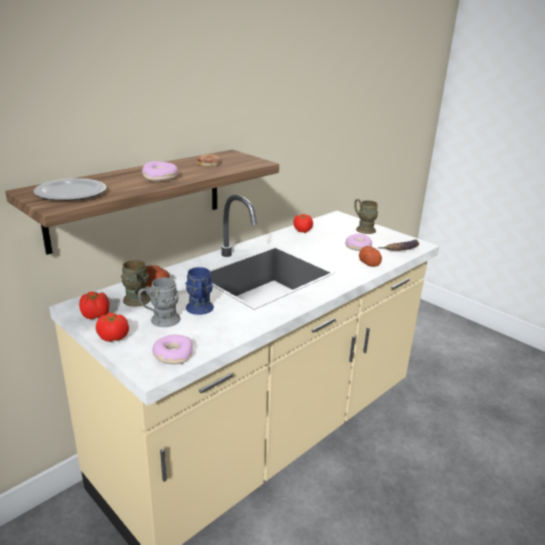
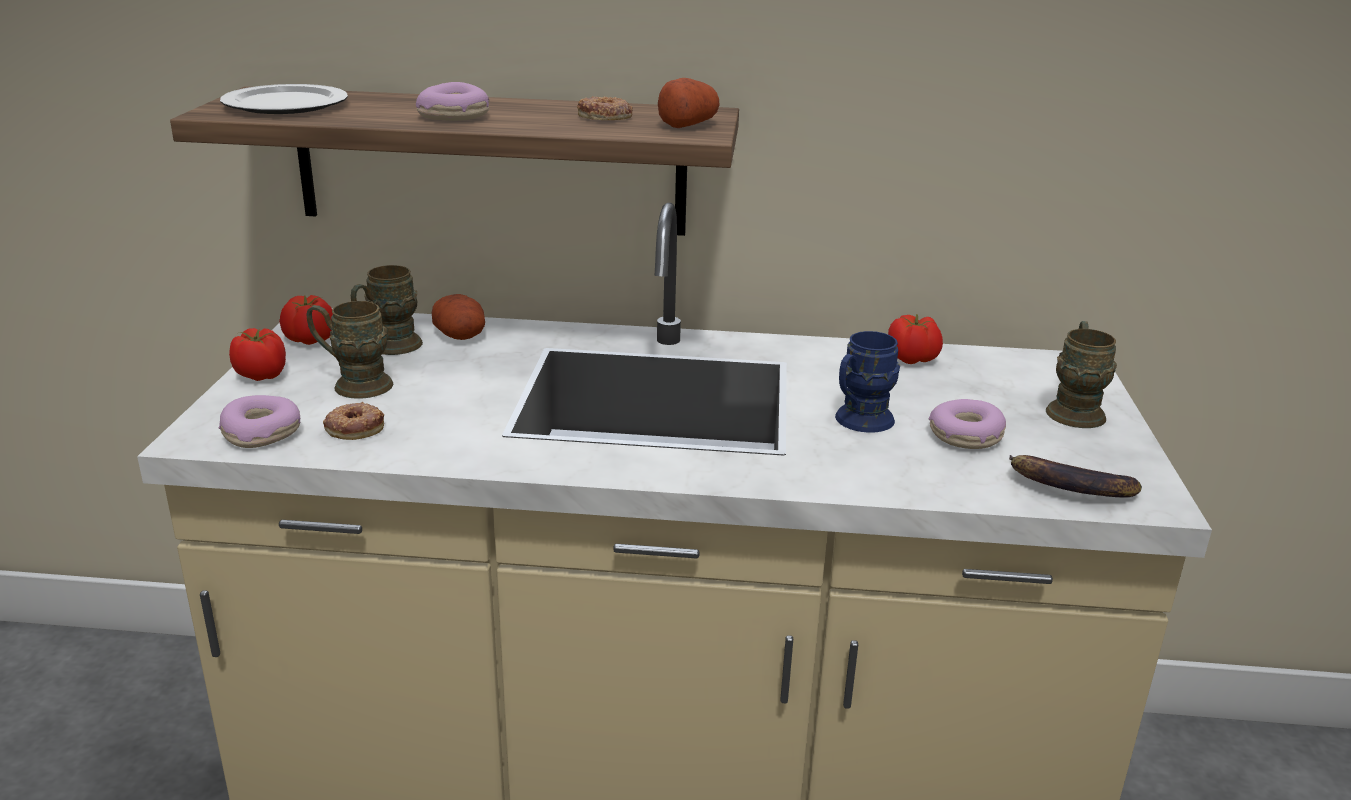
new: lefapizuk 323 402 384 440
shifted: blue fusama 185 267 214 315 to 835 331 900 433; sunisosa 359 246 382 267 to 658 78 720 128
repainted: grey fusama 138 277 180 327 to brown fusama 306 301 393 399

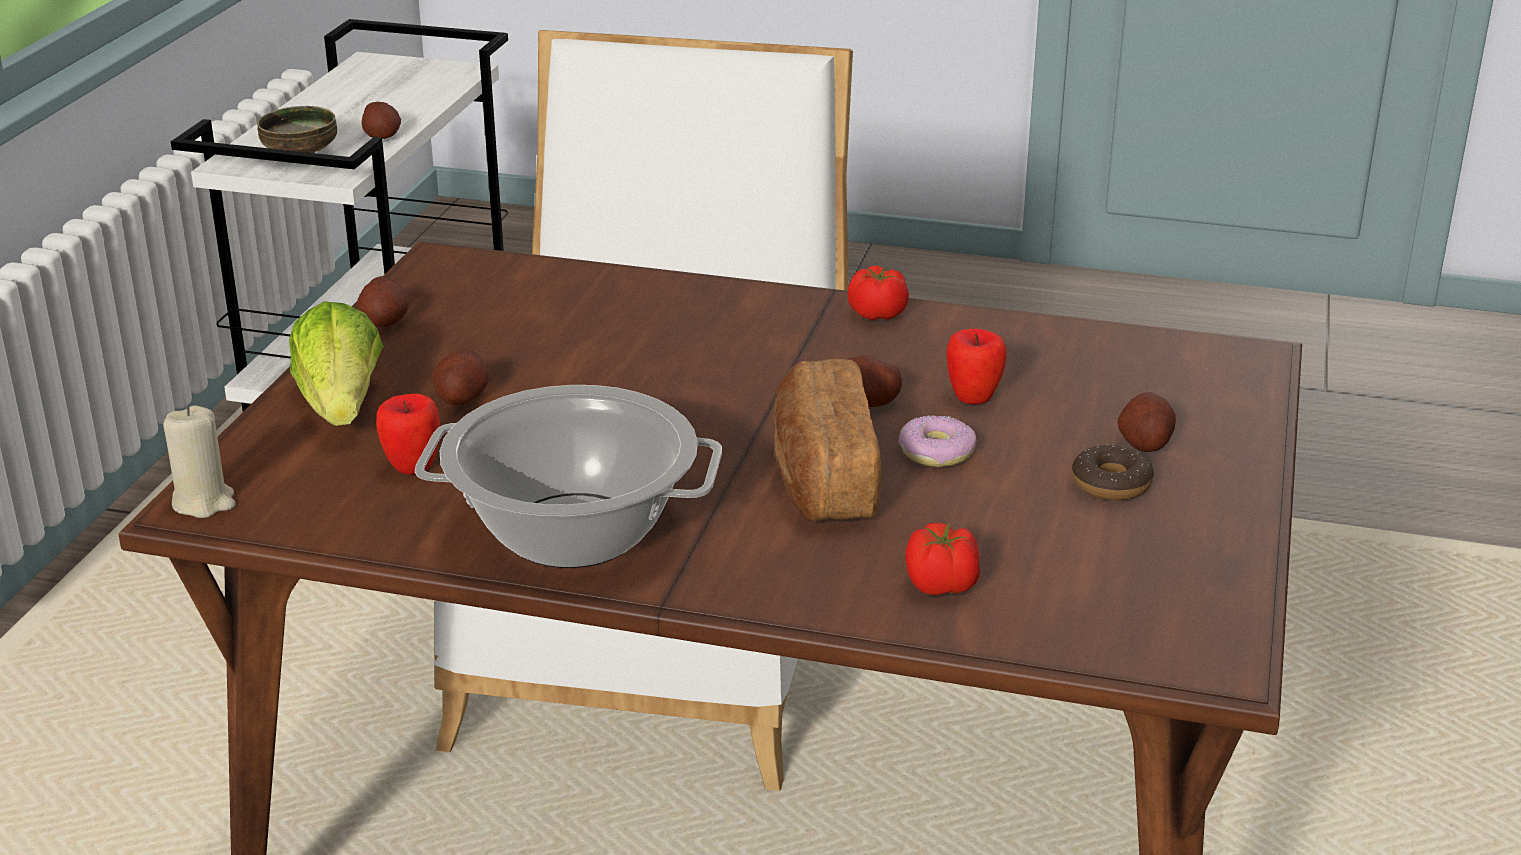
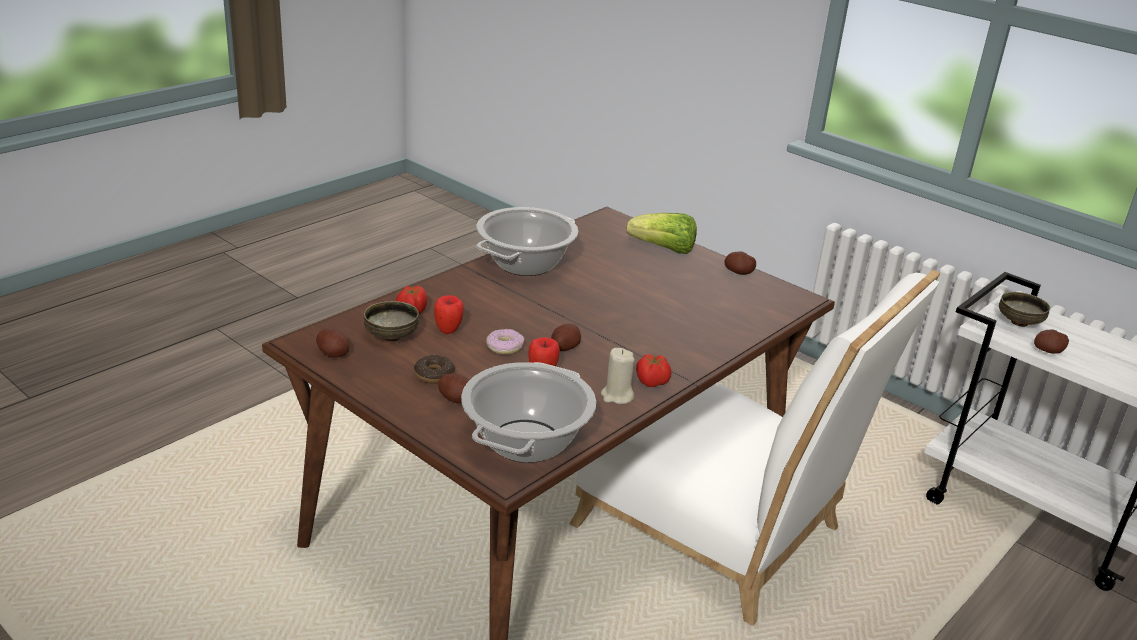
gone: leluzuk 774 359 881 521
new: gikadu 364 301 419 341; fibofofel 461 362 596 463
shifted: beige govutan 163 405 236 518 to 601 348 635 404; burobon 376 394 440 475 to 434 295 464 334; sunisosa 432 349 489 406 to 316 329 349 358

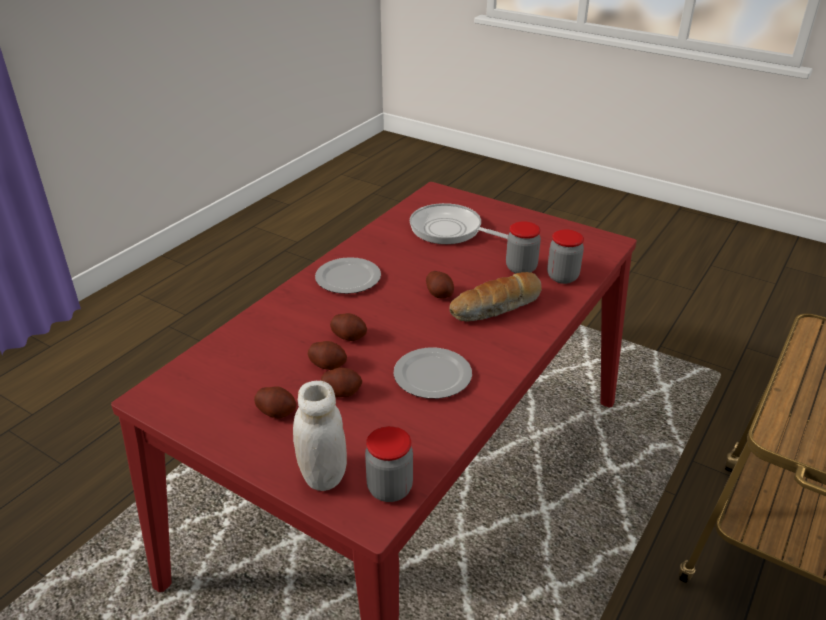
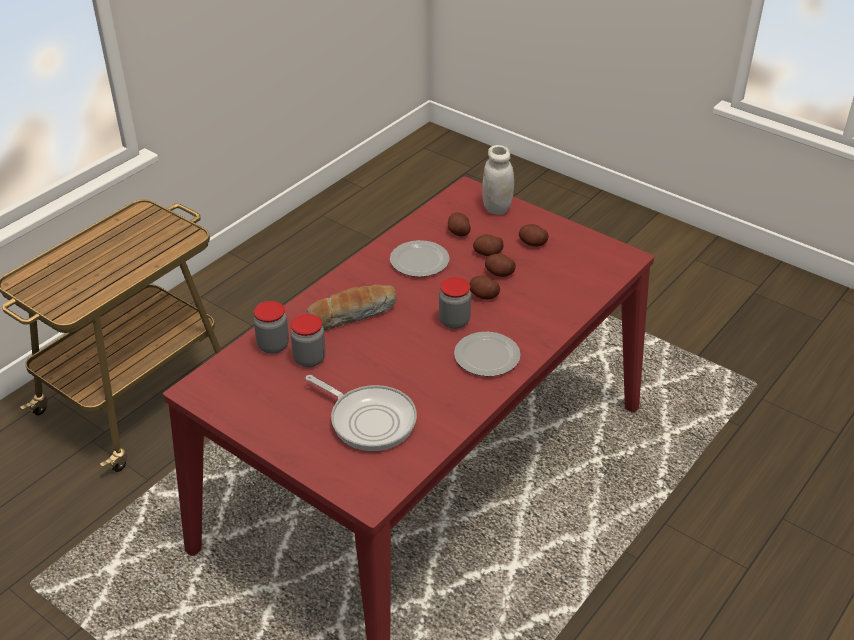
shifted: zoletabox 365 426 413 502 to 439 277 471 329; sunisosa 426 271 454 298 to 448 212 471 237

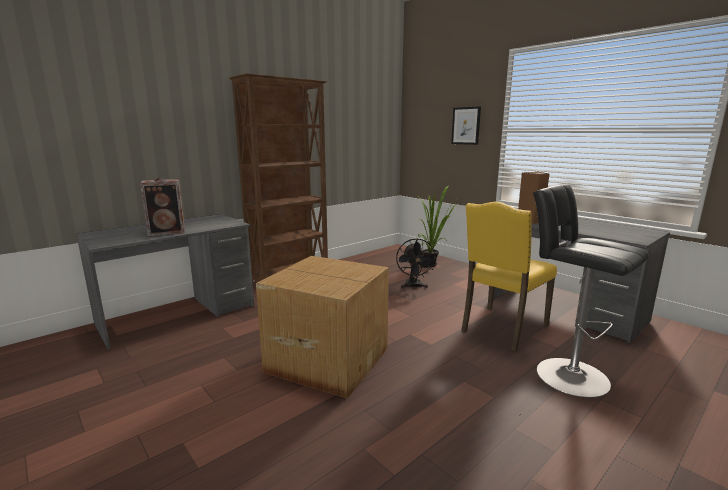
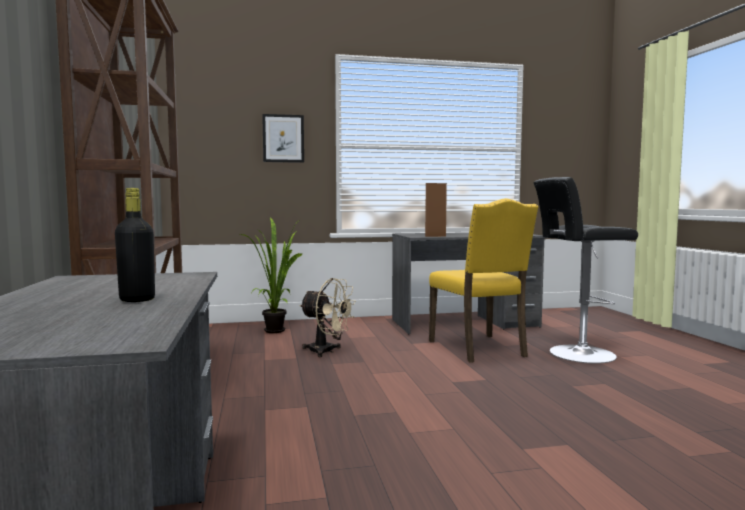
gone: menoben 256 256 389 399
swapped: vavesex 140 178 185 236 to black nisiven 115 188 155 302
repainted: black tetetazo 396 238 437 289 to beige tetetazo 299 278 356 357

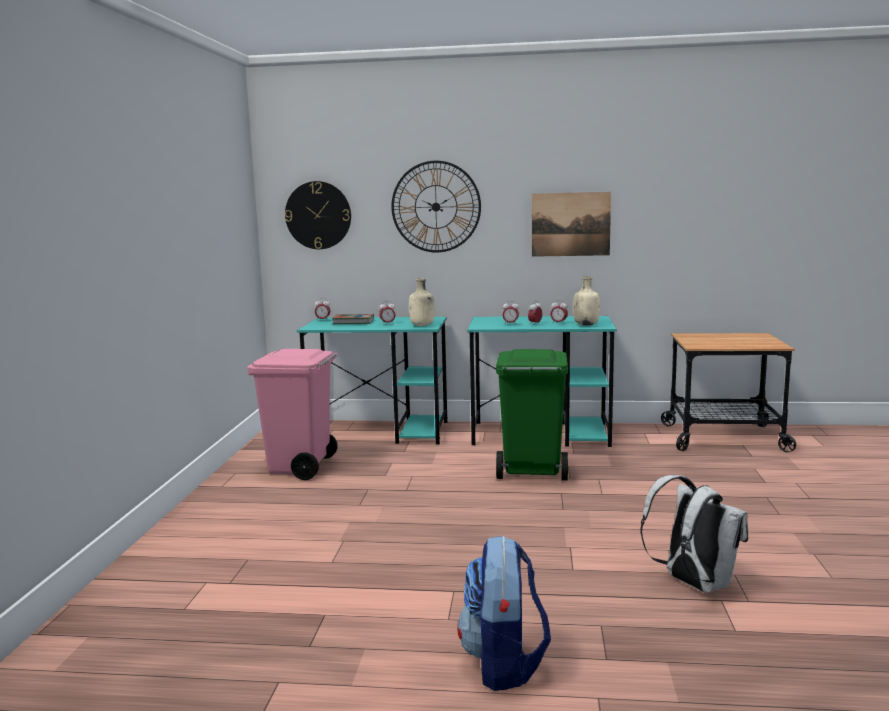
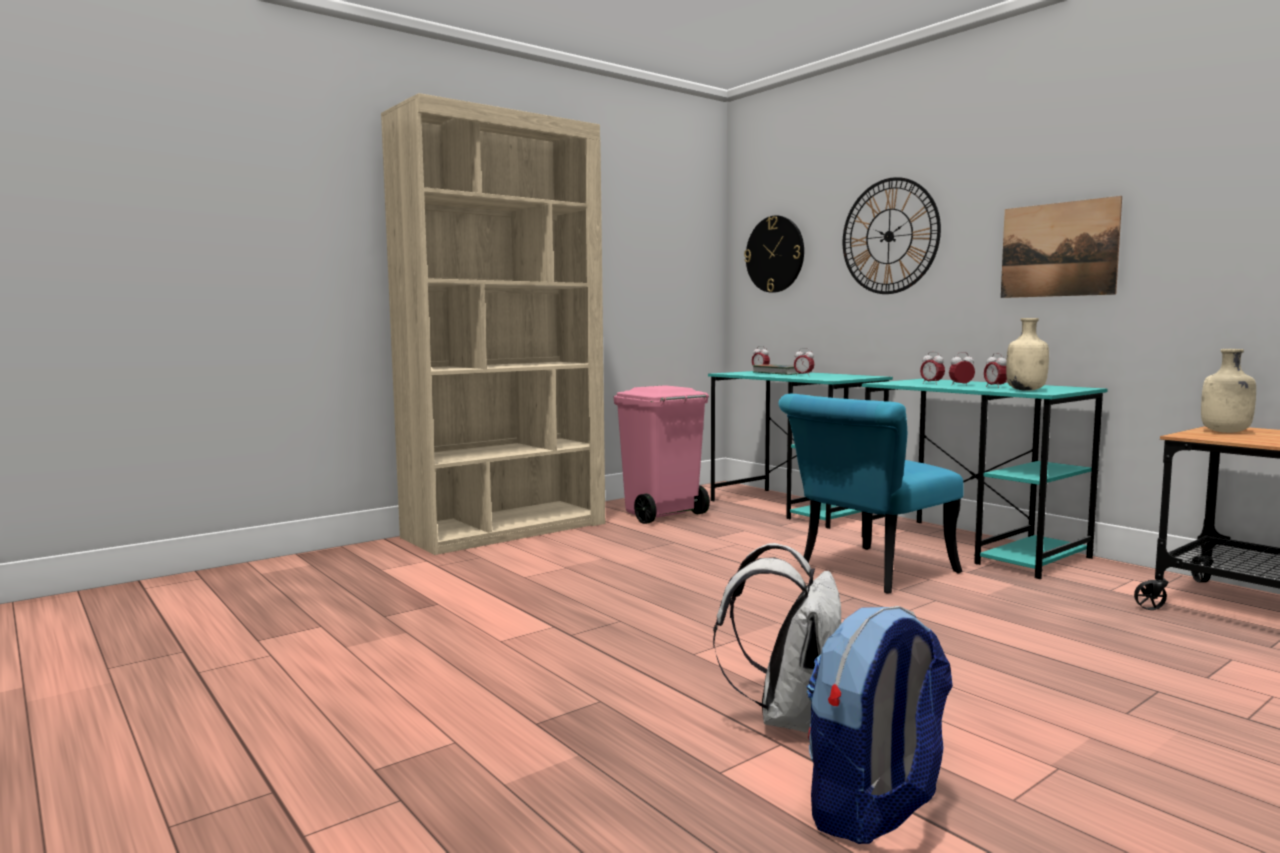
new: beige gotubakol 381 93 605 555
shifted: beige nisiven 409 278 434 326 to 1201 349 1256 433; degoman 457 536 551 691 to 807 606 953 844
swapped: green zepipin 496 349 568 481 to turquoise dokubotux 779 394 964 594

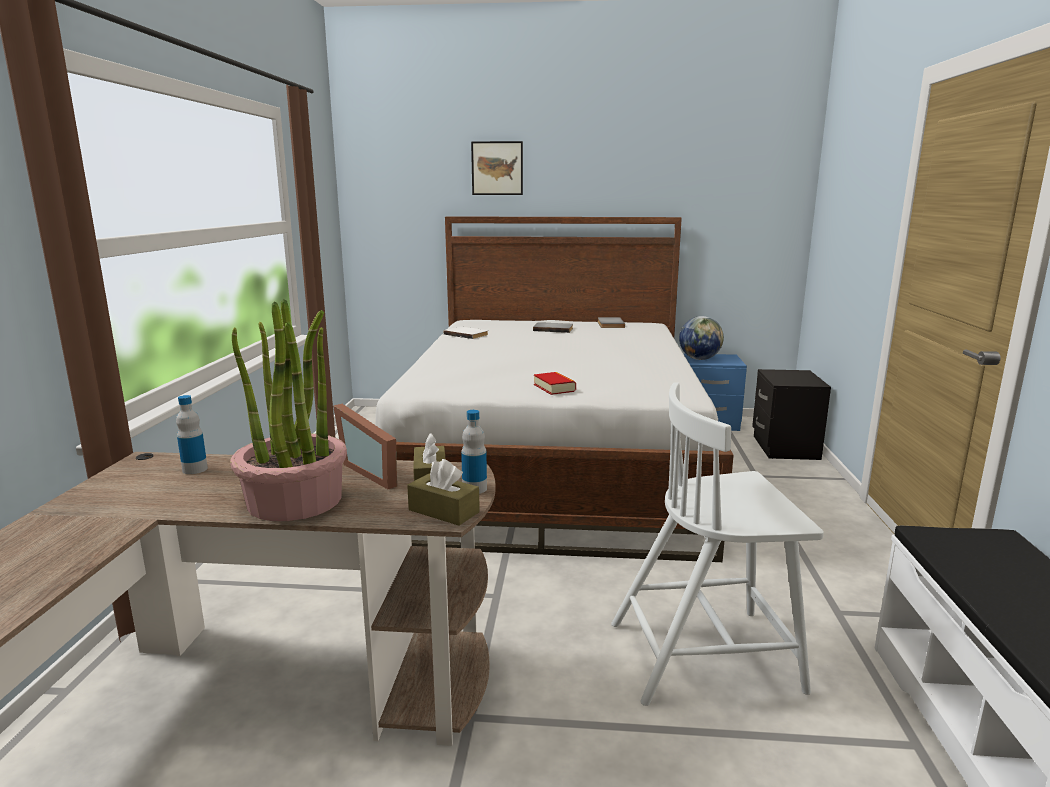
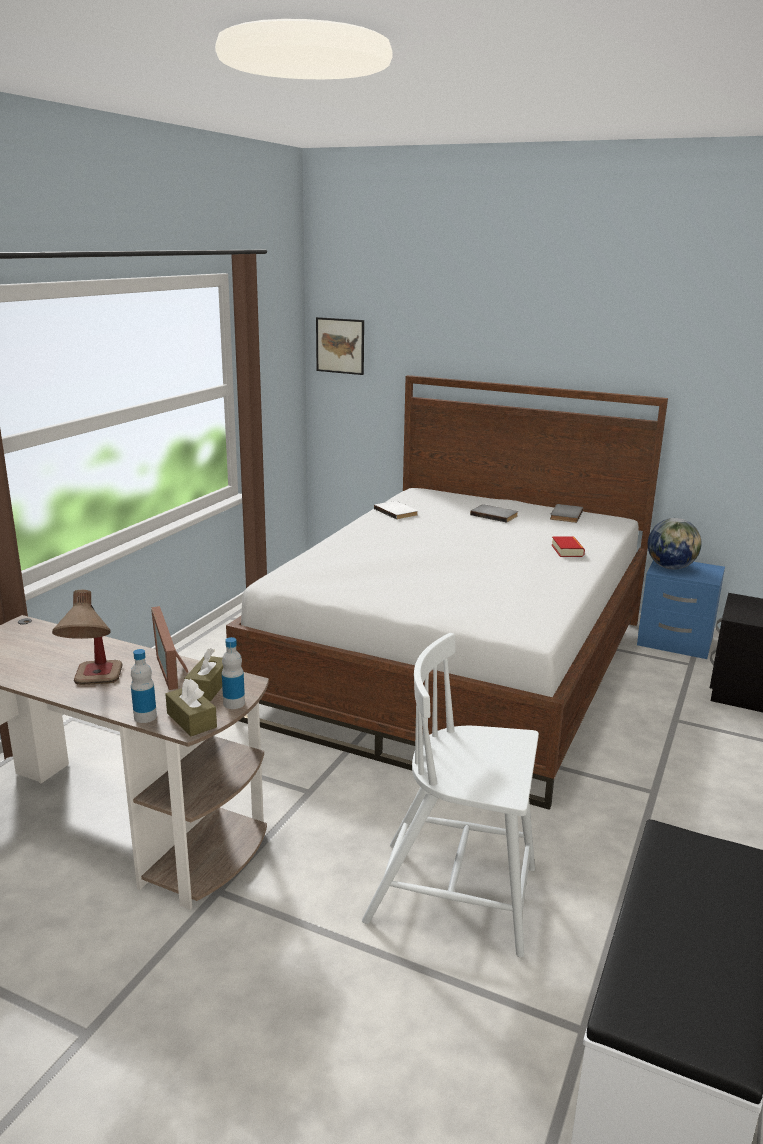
shifted: nisiven 176 395 208 474 to 131 649 157 723; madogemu 471 141 523 195 to 316 317 364 375; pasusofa 534 372 576 395 to 552 536 585 557
swapped: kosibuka 230 299 347 521 to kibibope 52 590 122 685

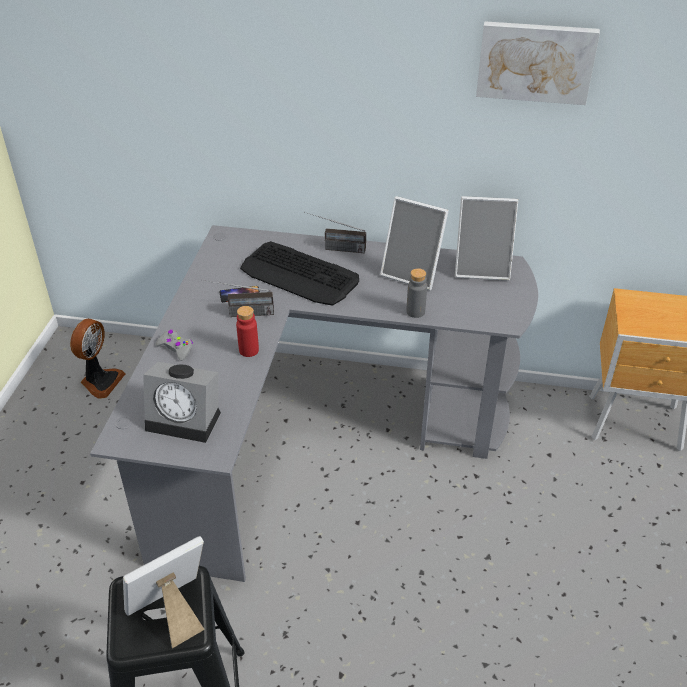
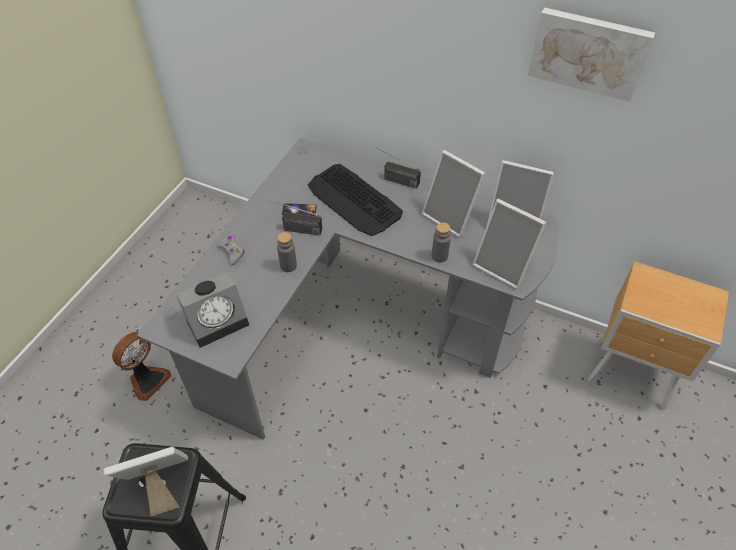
new: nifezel 473 199 547 289
shifted: tetetazo 70 319 125 399 to 112 332 171 401
repainted: red nisiven 236 306 259 357 to grey nisiven 277 232 297 272
rotated: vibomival 143 362 221 443 = 176 272 249 348 60 degrees counterclockwise

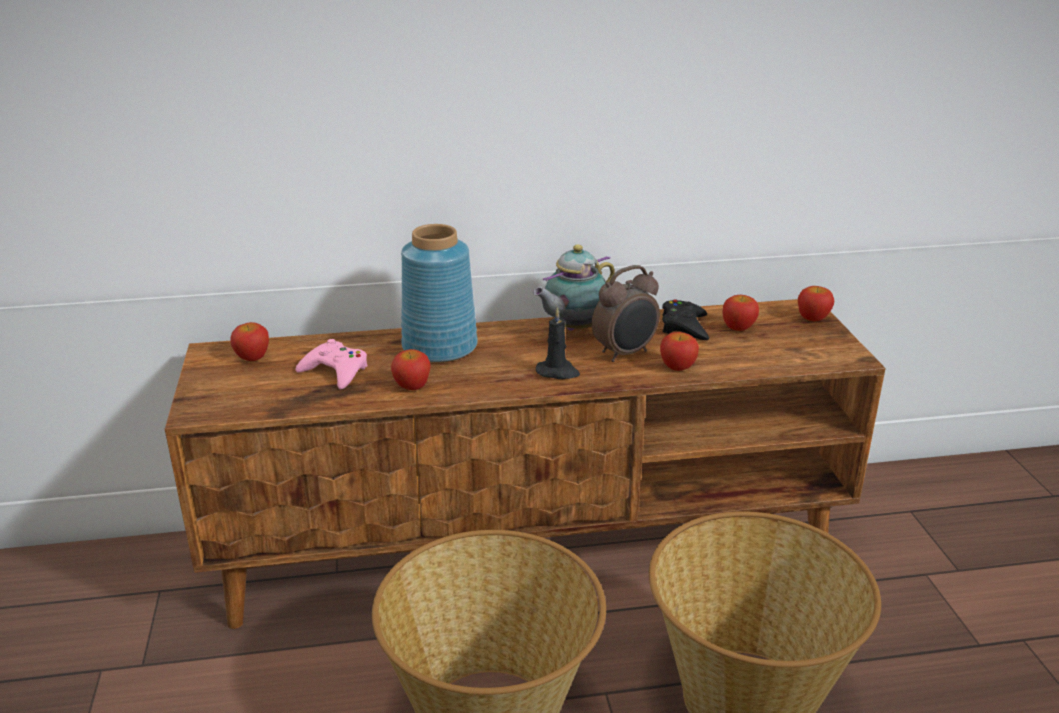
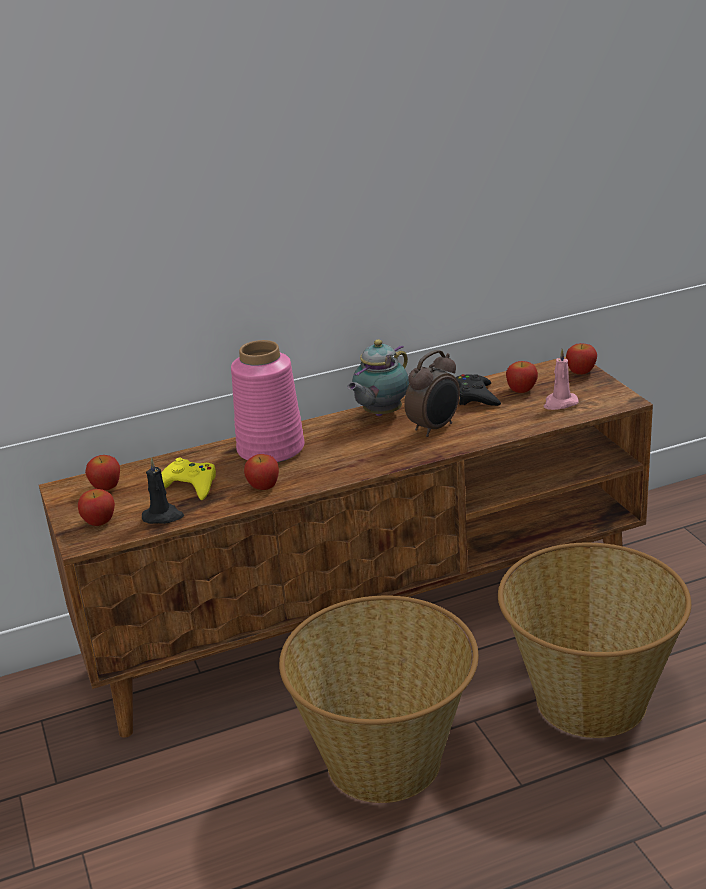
new: pink govutan 543 349 579 410
shifted: black govutan 536 307 580 379 to 142 458 184 524; burobon 660 332 699 371 to 78 489 115 526
repainted: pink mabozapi 295 339 368 390 to yellow mabozapi 161 458 216 500; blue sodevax 401 224 478 363 to pink sodevax 231 340 305 463

